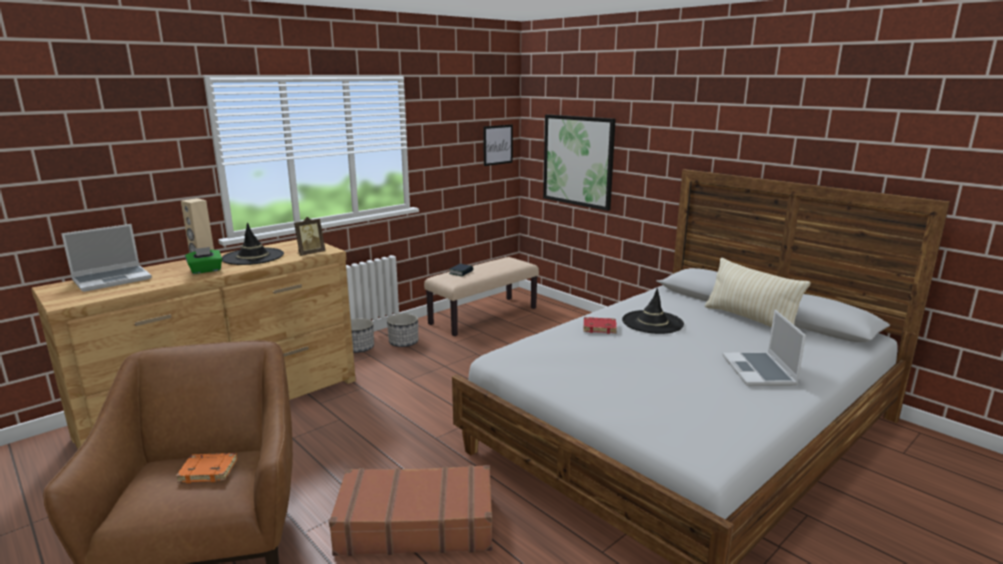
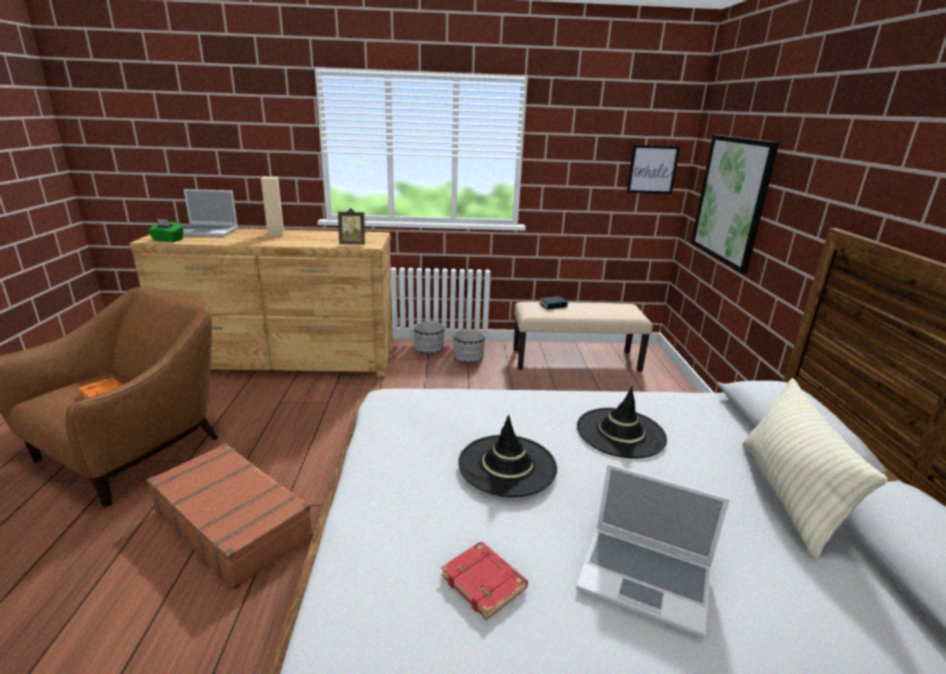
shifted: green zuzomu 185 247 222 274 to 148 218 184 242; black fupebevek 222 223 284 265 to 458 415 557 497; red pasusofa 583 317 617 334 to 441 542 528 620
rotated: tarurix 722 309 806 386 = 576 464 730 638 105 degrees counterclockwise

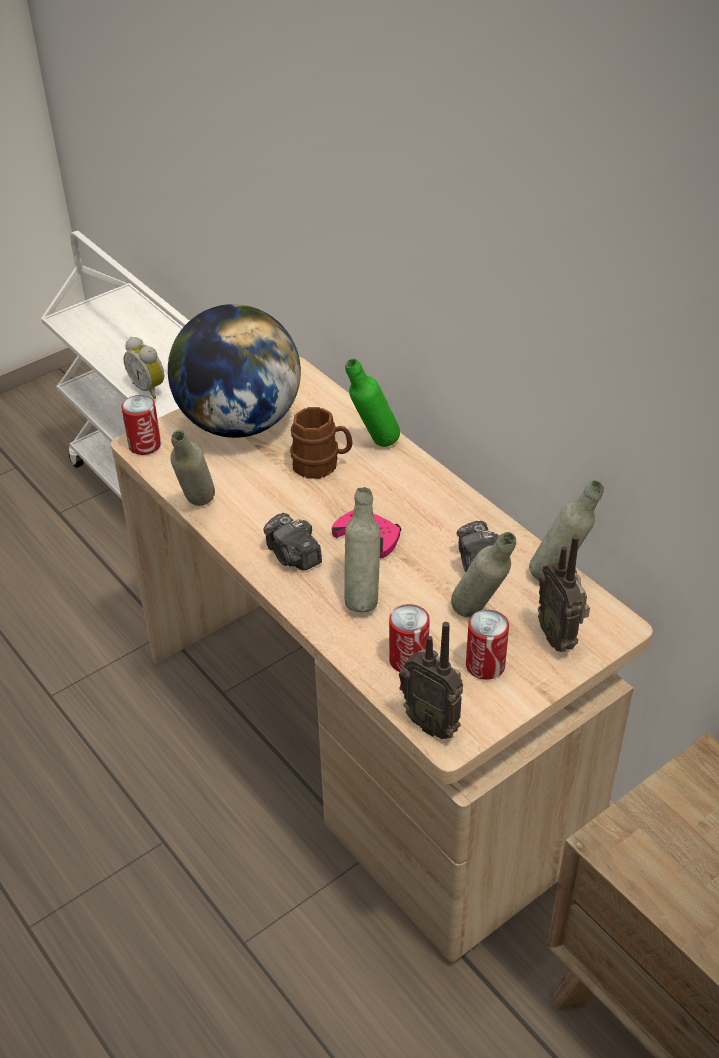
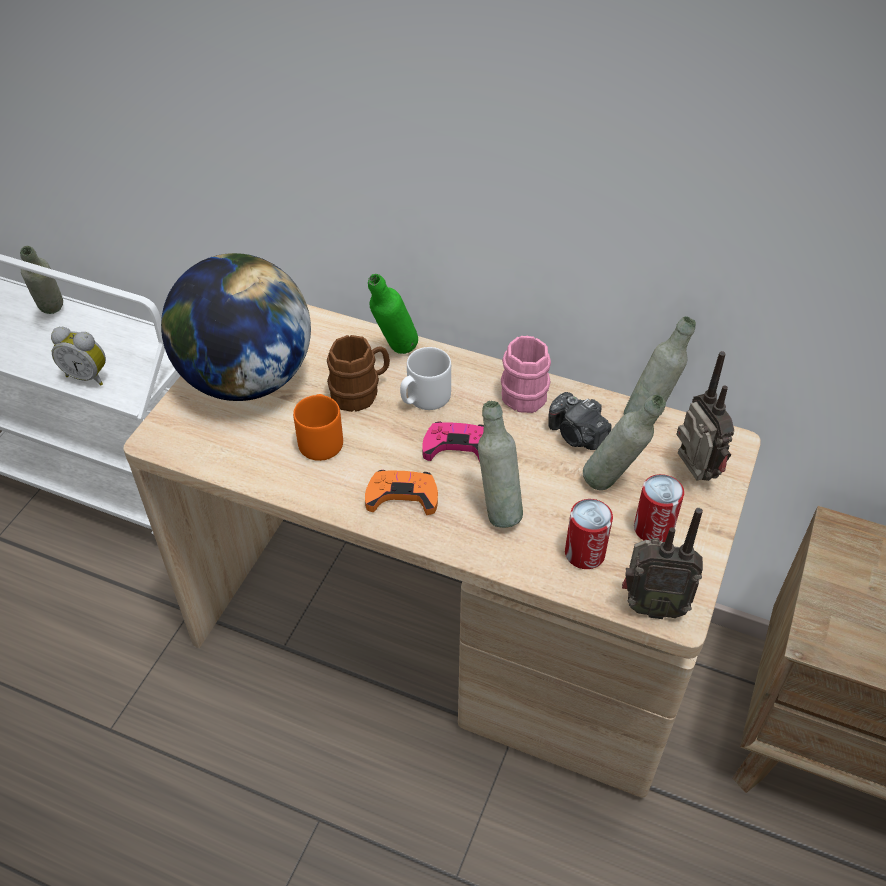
gone: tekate 121 395 161 455
new: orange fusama 293 394 343 461; white fusama 400 347 451 410; pink fusama 501 335 551 413
shifted: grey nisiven 170 430 215 506 to 20 246 63 314
swapped: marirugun 263 513 322 570 to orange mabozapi 365 470 438 515
rotated: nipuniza 538 535 590 652 = 676 351 734 481 150 degrees counterclockwise

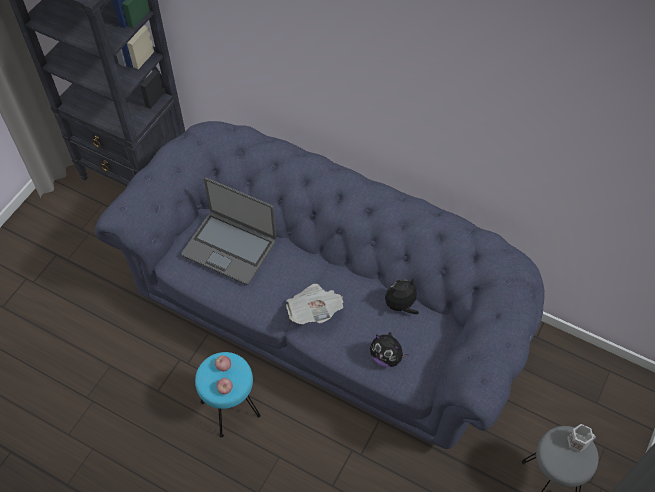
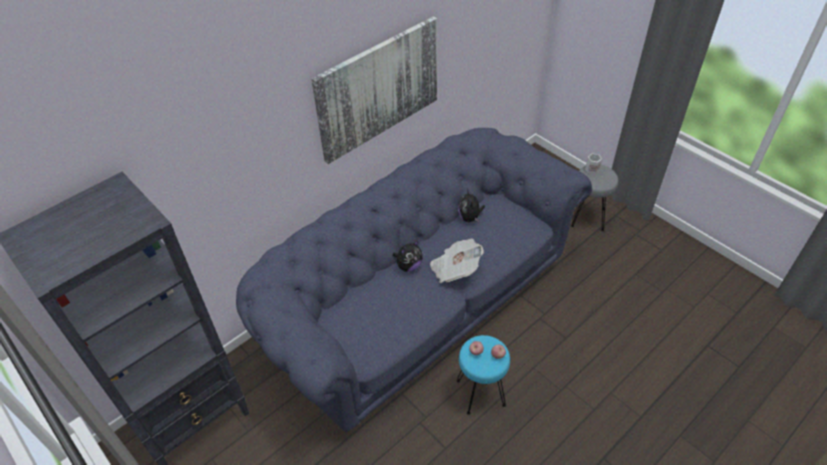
gone: tarurix 181 177 276 285
new: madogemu 311 16 437 164
shifted: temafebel 370 332 408 367 to 393 240 423 272

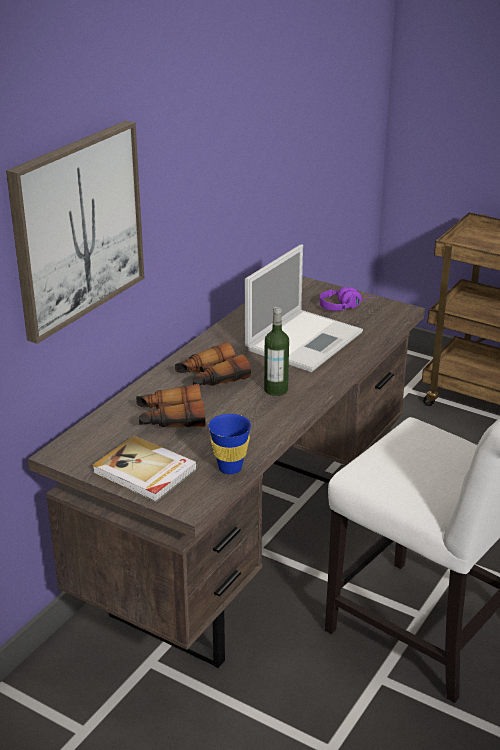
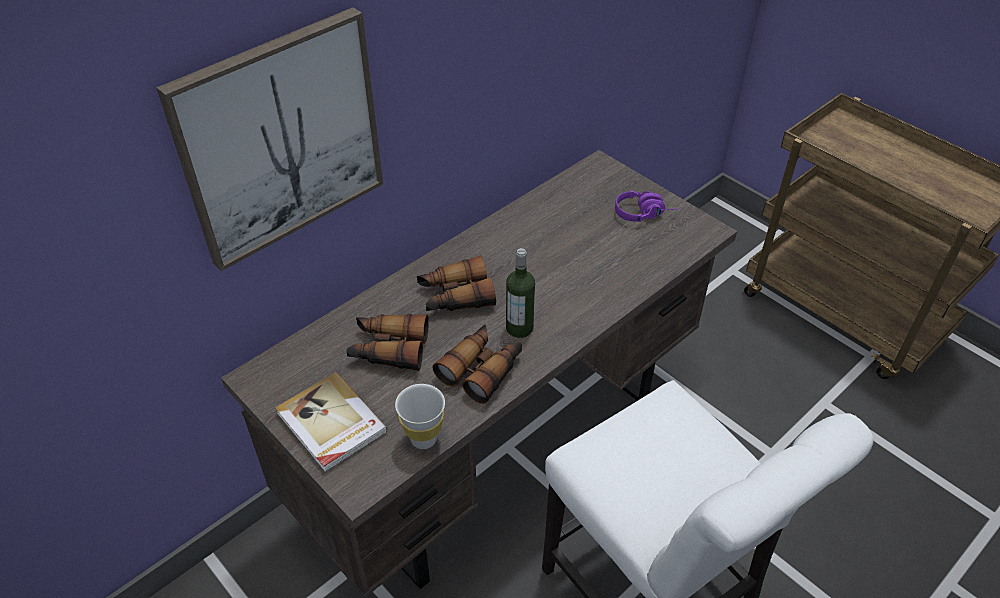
gone: tarurix 245 245 363 372
new: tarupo 433 324 522 404
repainted: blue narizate 208 414 251 474 to white narizate 395 384 445 449

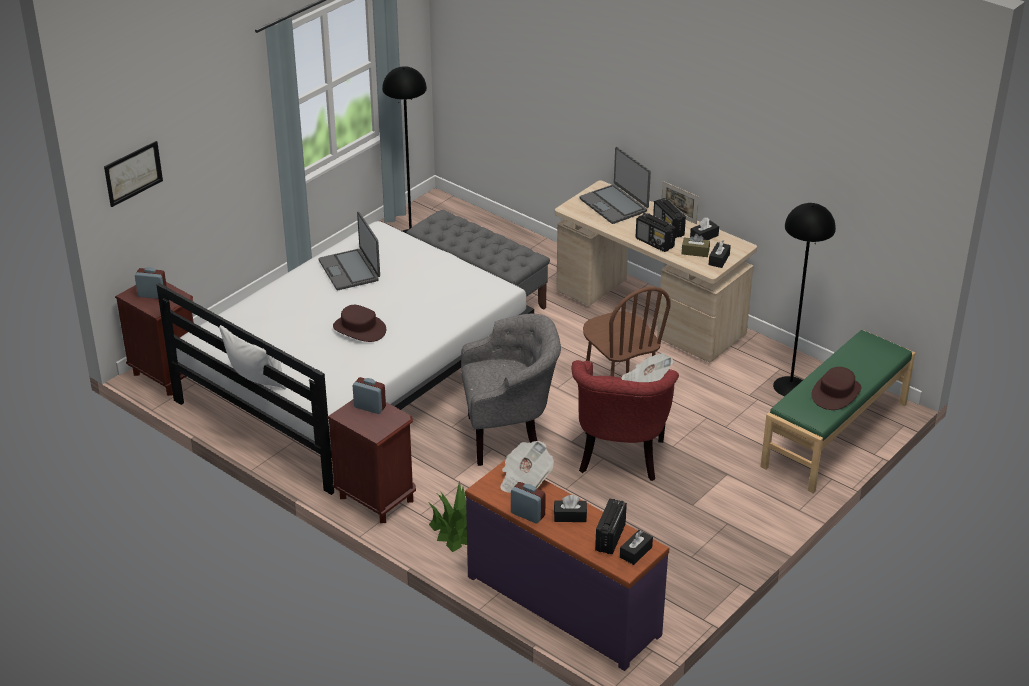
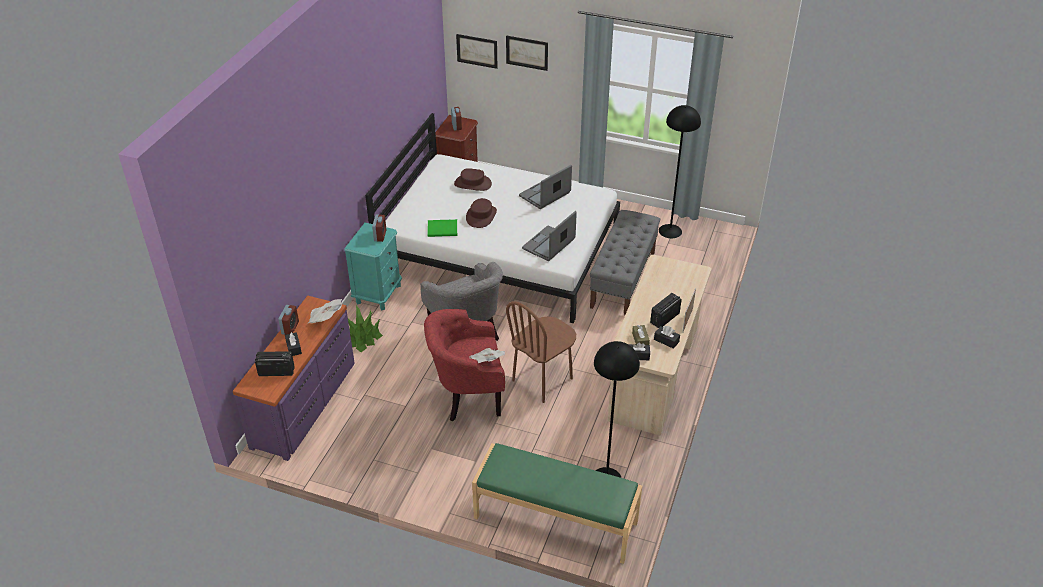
gone: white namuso 219 325 287 389; black zuzomu 620 530 653 565; nipuniza 635 213 676 252
new: green pasusofa 427 219 457 237; madogemu 506 35 548 71
shifted: tarurix 579 147 651 224 to 522 211 577 261; brown fupebevek 811 367 861 410 to 454 168 492 191
repainted: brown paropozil 327 400 416 523 to turquoise paropozil 344 222 402 311

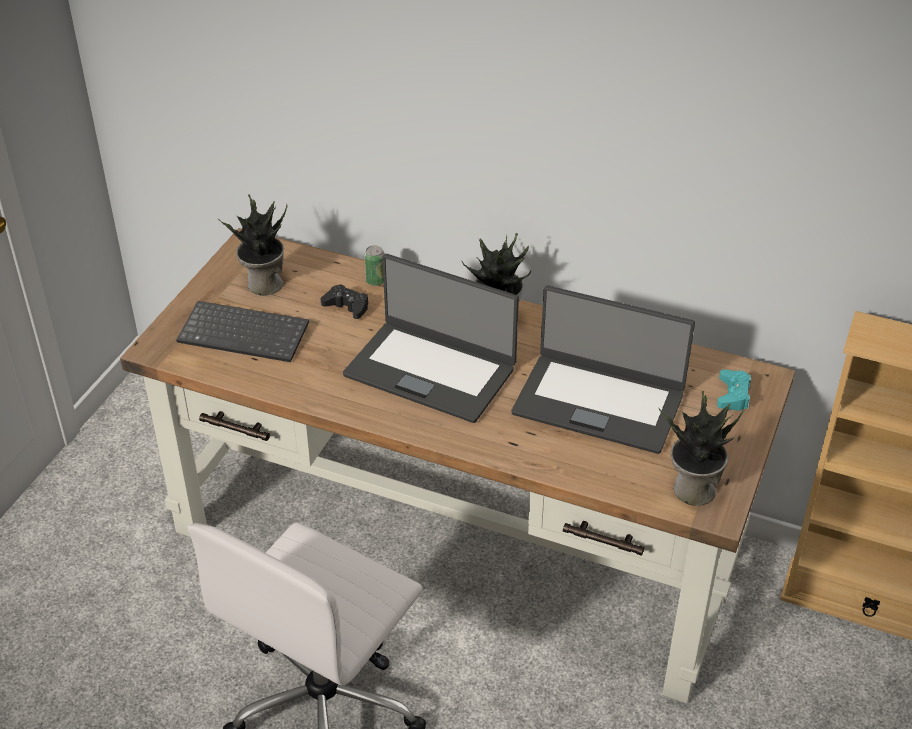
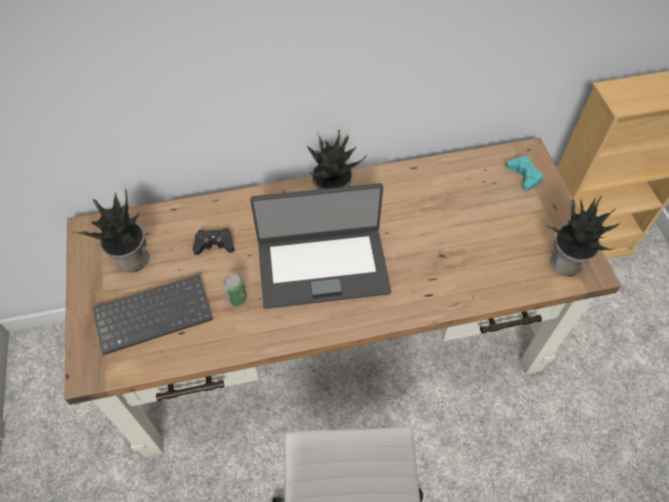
gone: tarurix 512 286 695 454
shifted: tekate 364 245 385 286 to 223 274 247 306

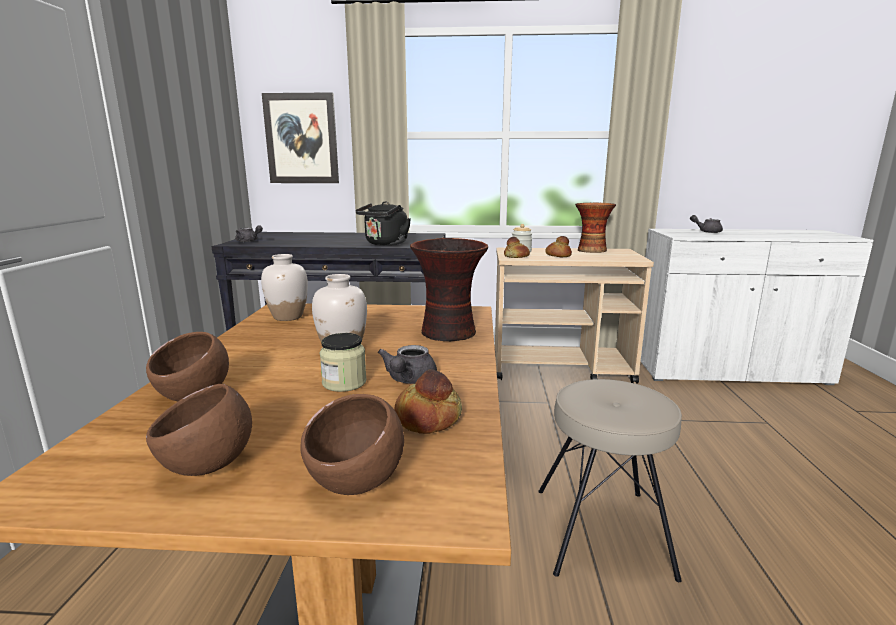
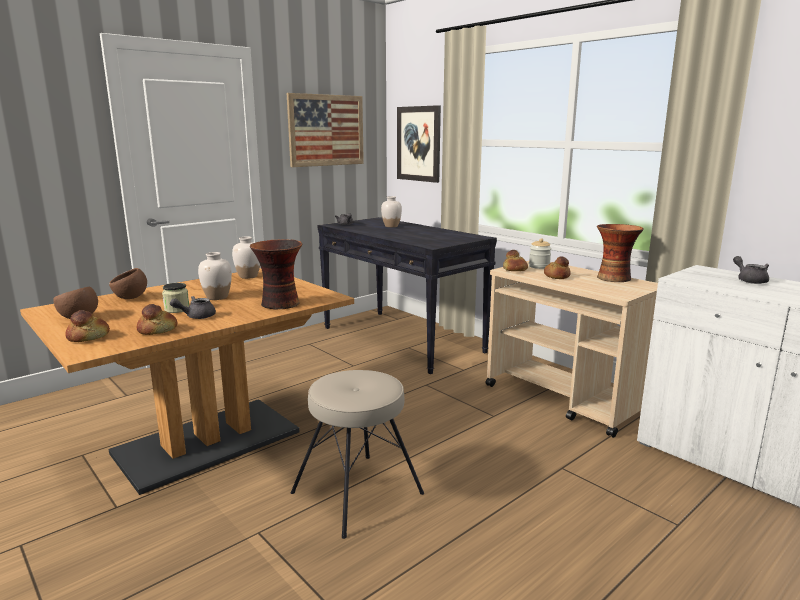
gone: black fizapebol 356 201 411 245
new: madogemu 287 93 364 167; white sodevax 381 196 402 227
swapped: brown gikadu 301 394 404 495 to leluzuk 65 310 110 342

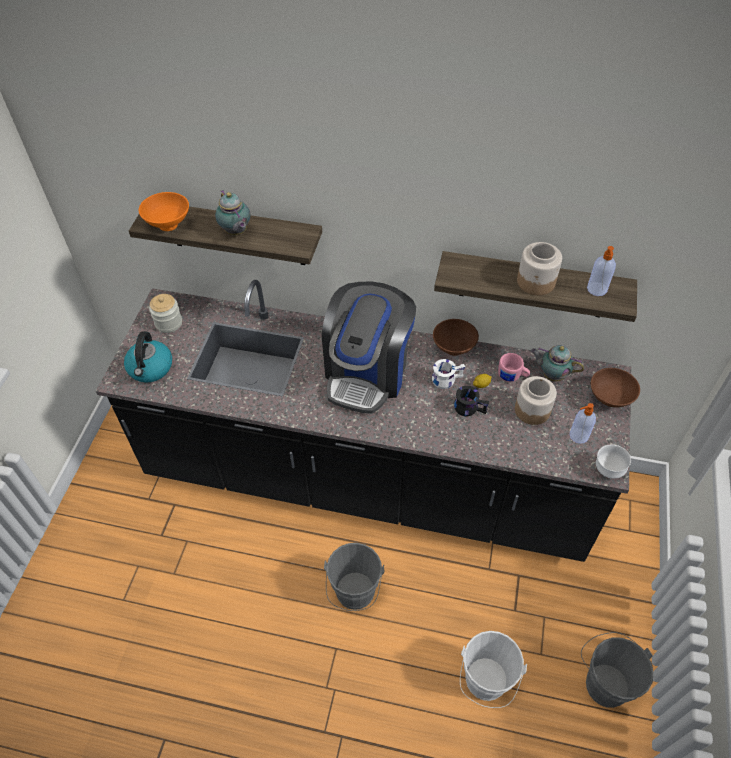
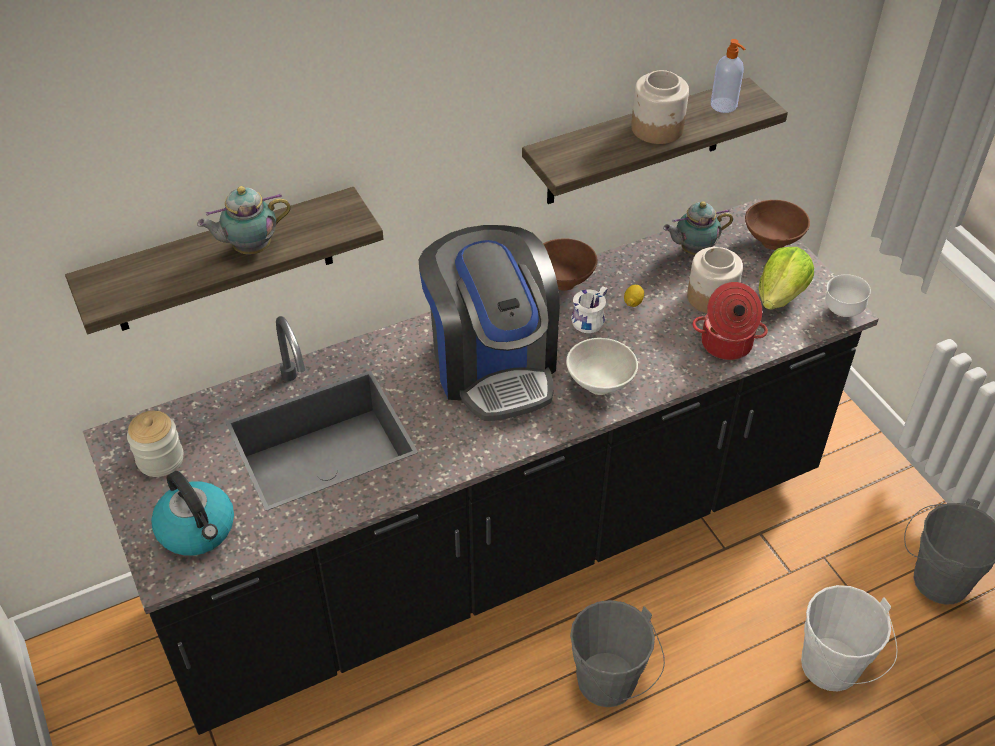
gone: orange gikadu 139 192 189 231; black fusama 454 386 490 416; pink fusama 498 353 530 382
new: white gikadu 566 338 638 395; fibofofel 693 282 768 360
swapped: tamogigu 570 403 596 444 to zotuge 759 247 814 310
rotated: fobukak 215 190 250 235 = 197 186 291 255 135 degrees clockwise

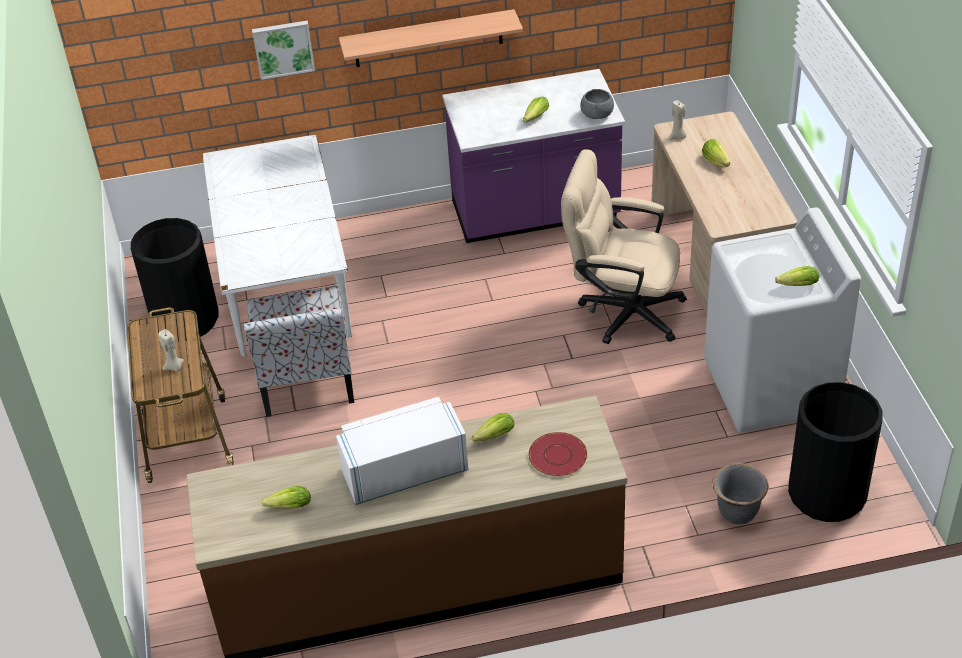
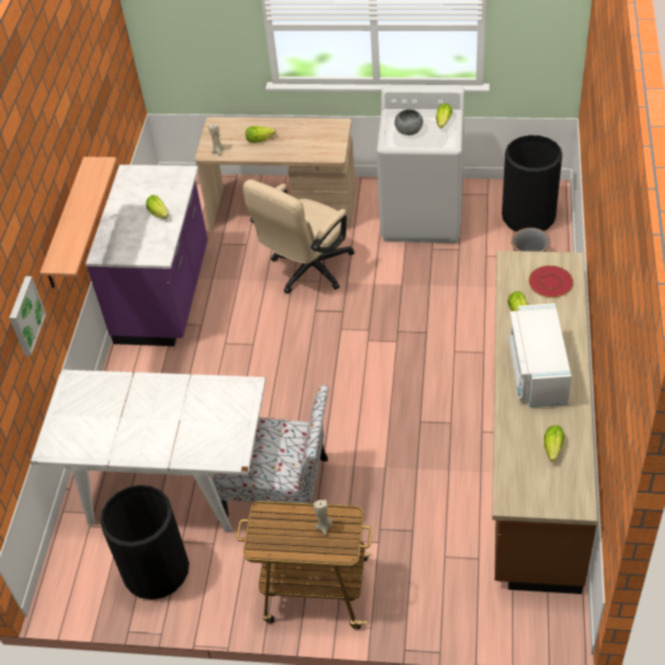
shifted: grey gikadu 580 89 614 119 to 395 109 423 135

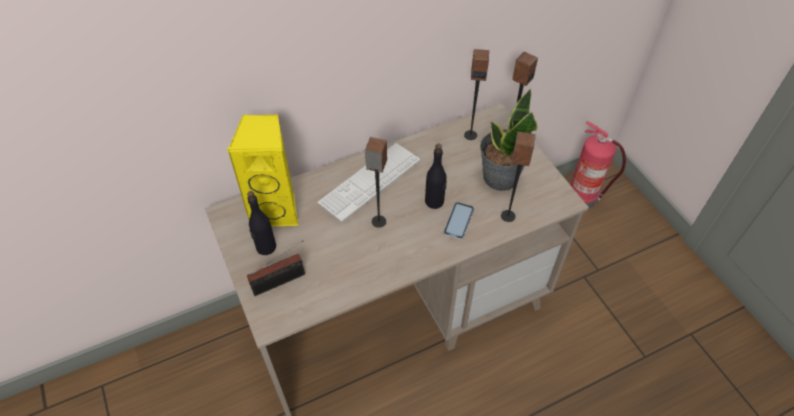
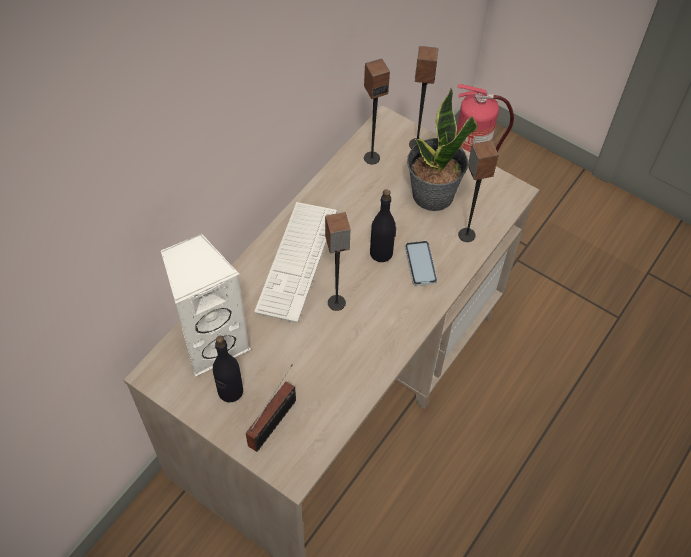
repainted: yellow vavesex 227 115 298 226 to white vavesex 161 233 251 376

